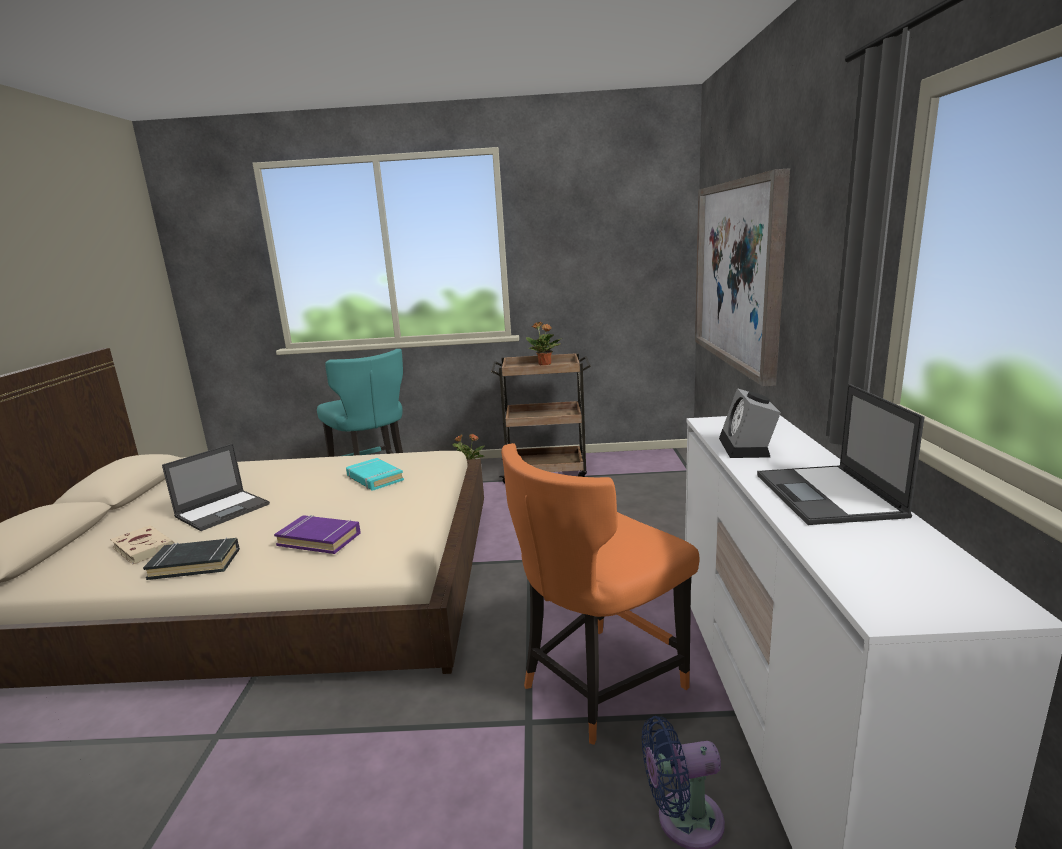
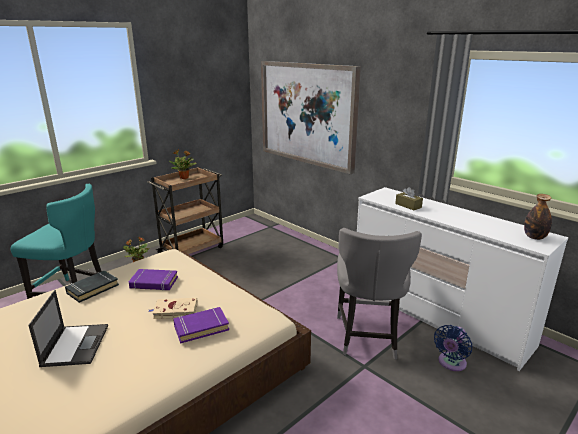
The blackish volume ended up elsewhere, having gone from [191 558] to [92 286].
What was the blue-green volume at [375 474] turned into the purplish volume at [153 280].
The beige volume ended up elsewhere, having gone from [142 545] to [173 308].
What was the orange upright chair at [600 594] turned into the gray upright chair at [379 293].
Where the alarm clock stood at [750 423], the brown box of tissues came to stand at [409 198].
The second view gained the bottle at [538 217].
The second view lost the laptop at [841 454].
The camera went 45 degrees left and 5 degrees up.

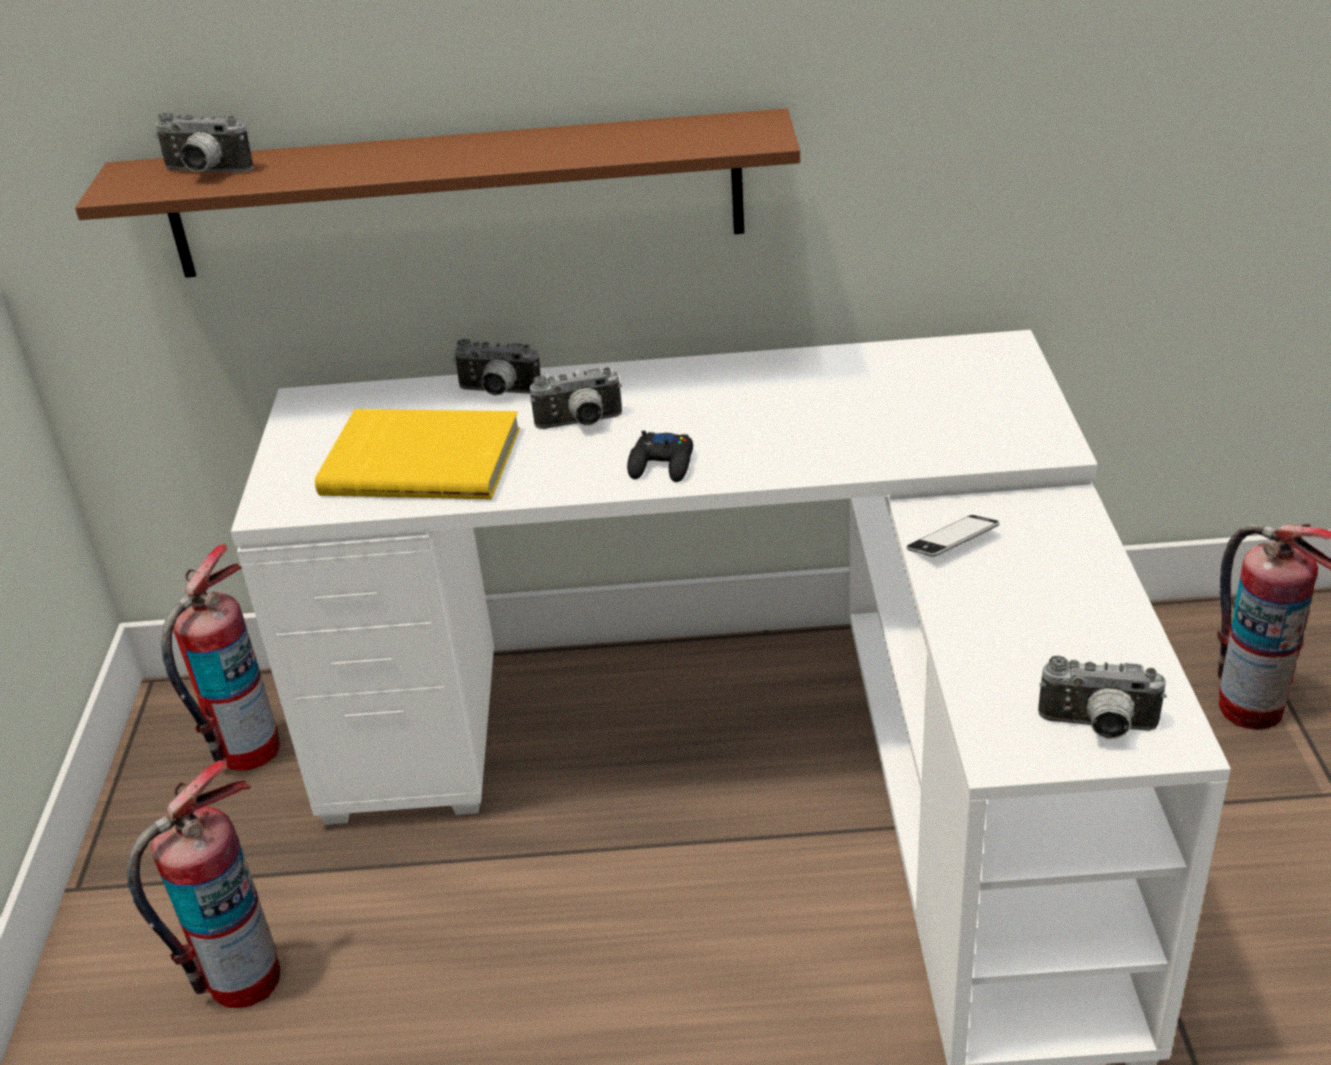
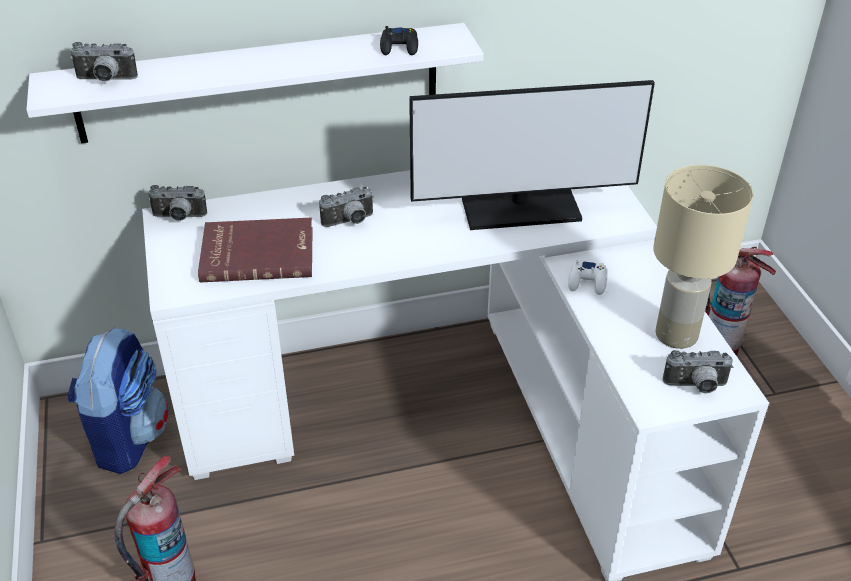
What was the brown shelf at [437 193] turned into the white shelf at [255 83].
Where the fire extinguisher stood at [220 657], the knapsack came to stand at [118 401].
The photo camera ended up elsewhere, having gone from [497 367] to [177 203].
What was the yellowish volume at [417 454] turned into the red-coloured volume at [255 250].
The blackish game controller ended up elsewhere, having gone from [660 456] to [399 40].
The second view gained the computer display at [532 155].
Where the phone stood at [953 536], the white game controller came to stand at [587 277].
The second view gained the beige tabletop lamp at [703 257].
The camera went 15 degrees left and 5 degrees up.

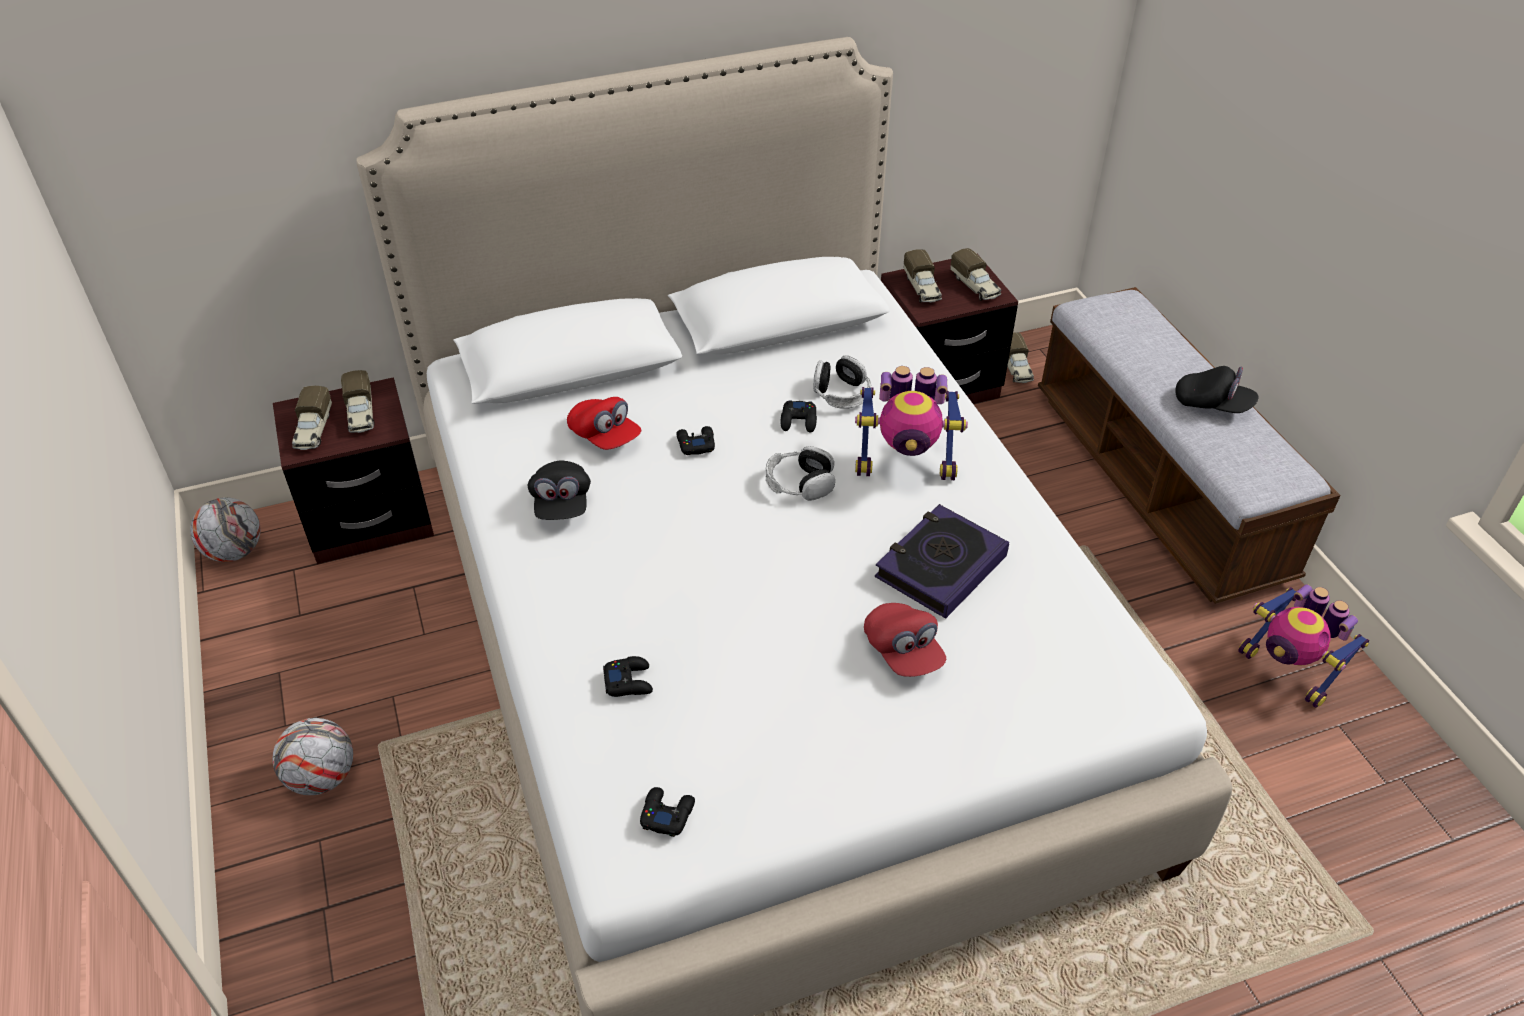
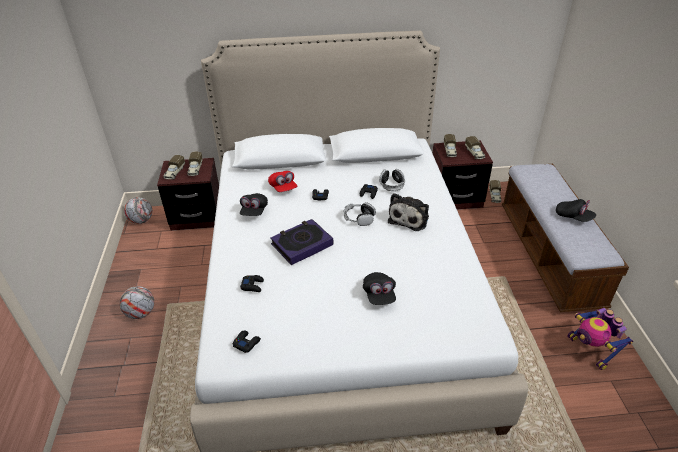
The volume ended up elsewhere, having gone from [942 561] to [302 242].
What was the red-coloured baseball cap at [905 640] turned into the blackish baseball cap at [379 288].
Where the model robot stood at [911 423], the cuddly toy came to stand at [408 212].
The camera went 15 degrees right and 5 degrees down.

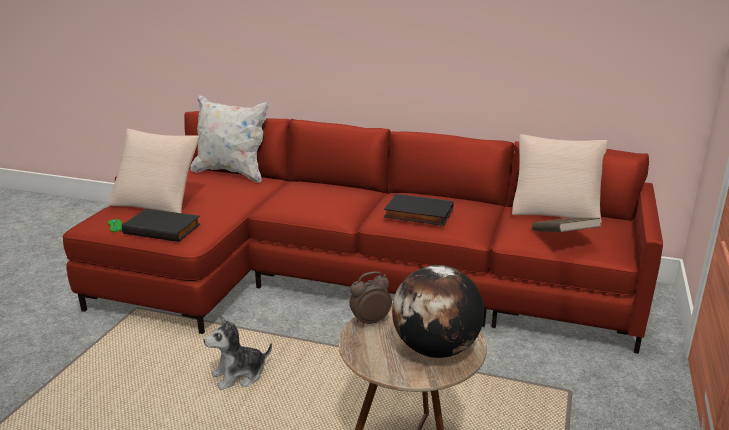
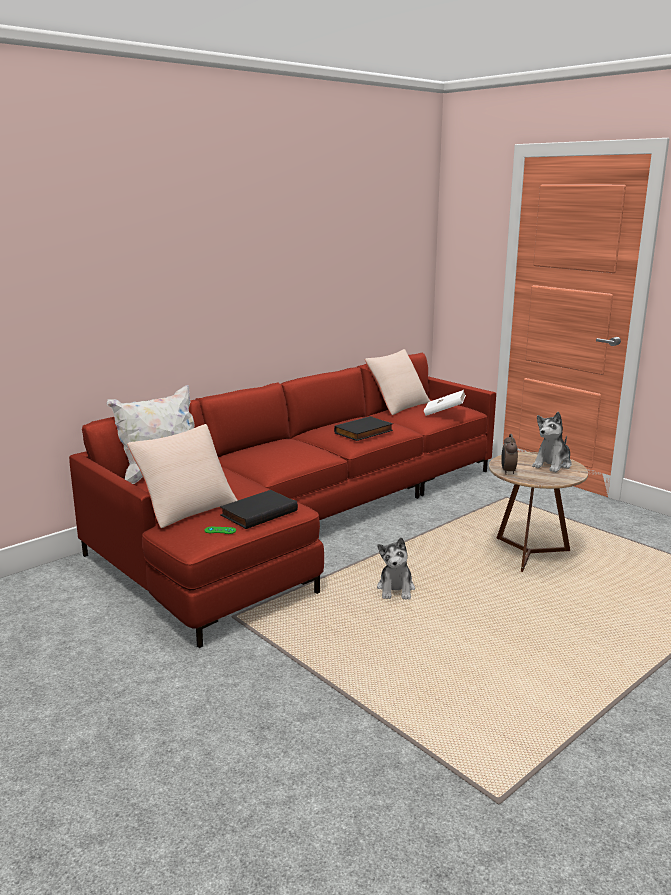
What was the brown volume at [567 225] turned into the white volume at [445 403].
Where the world globe stood at [438 311], the cuddly toy came to stand at [552 442].
The camera went 60 degrees left and 5 degrees down.

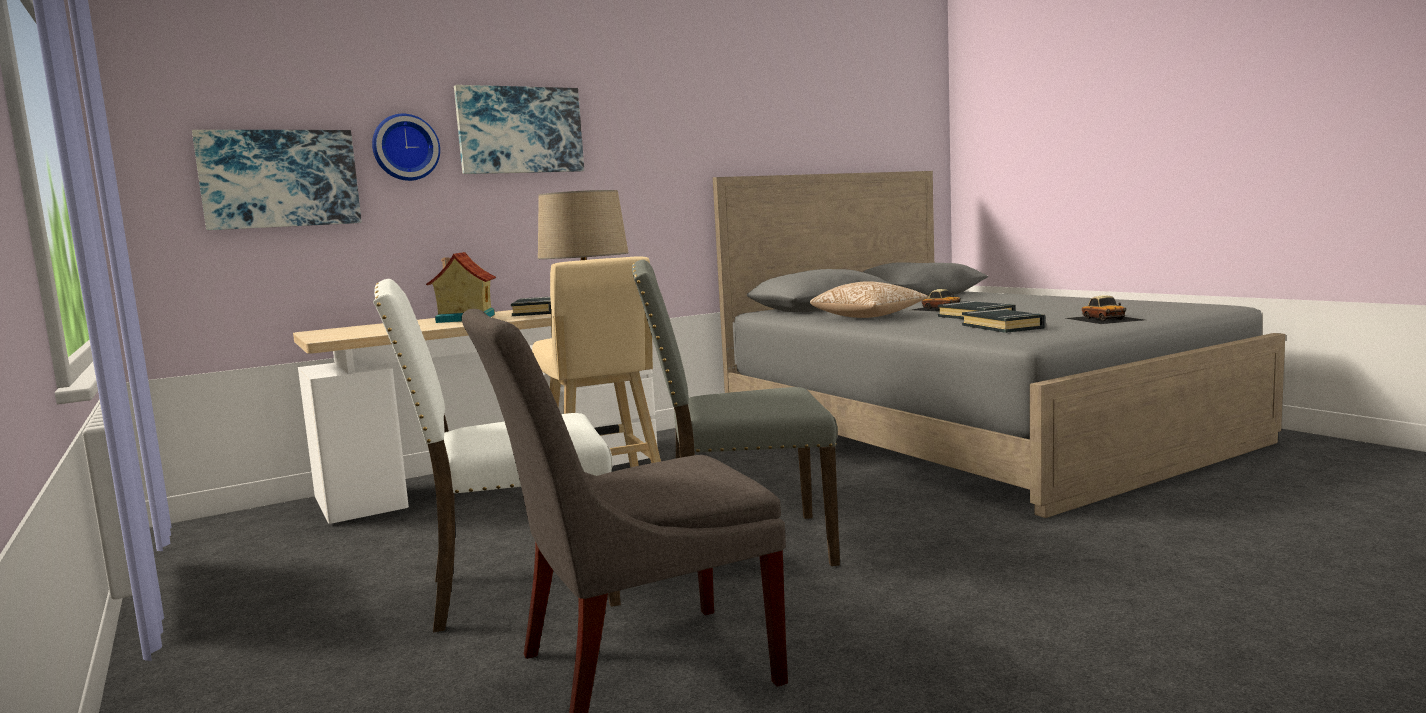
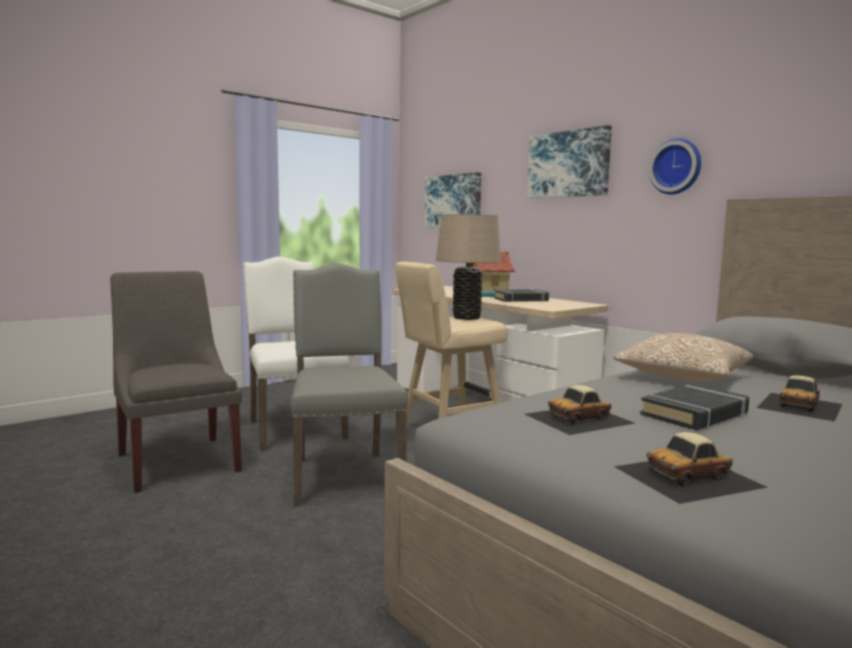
Where the blackish volume stood at [1003 321], the miniature car came to stand at [580 410].
The clock on the wall ended up elsewhere, having gone from [406 147] to [675 166].
The camera went 80 degrees right and 0 degrees up.

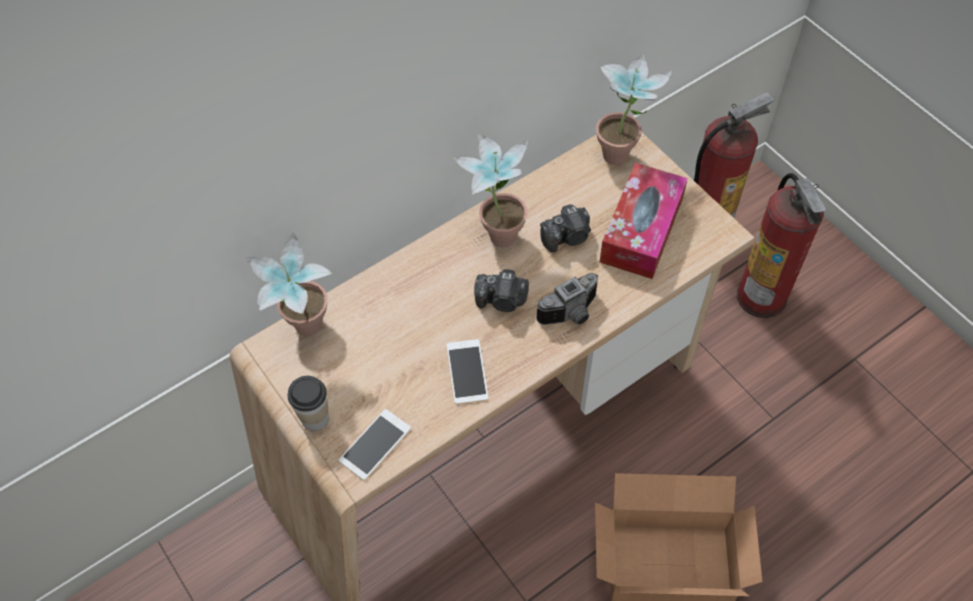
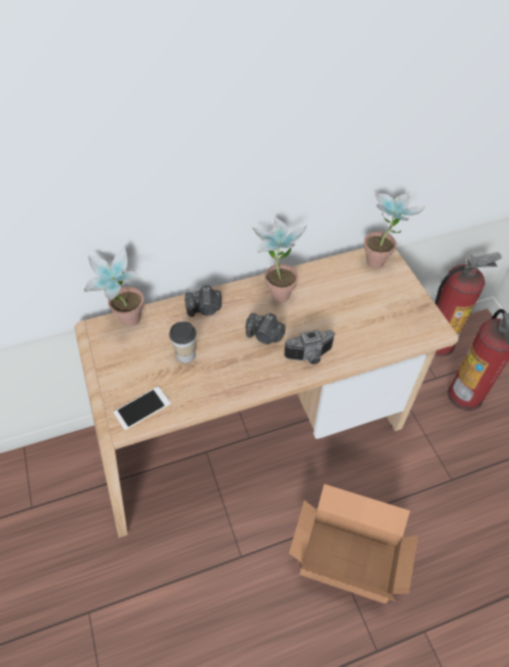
The small cup ended up elsewhere, having gone from [308 403] to [182 342].
The photo camera ended up elsewhere, having gone from [565 228] to [203 301].
The second view lost the phone at [467 371].
The second view lost the box of tissues at [643 221].
The camera went 15 degrees right and 5 degrees down.

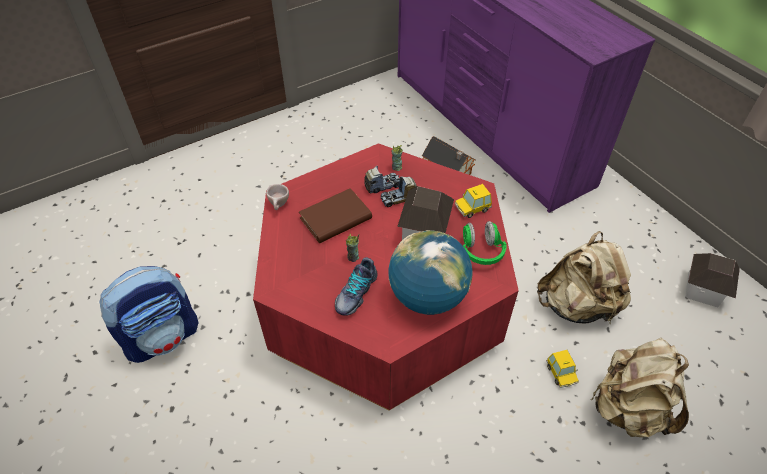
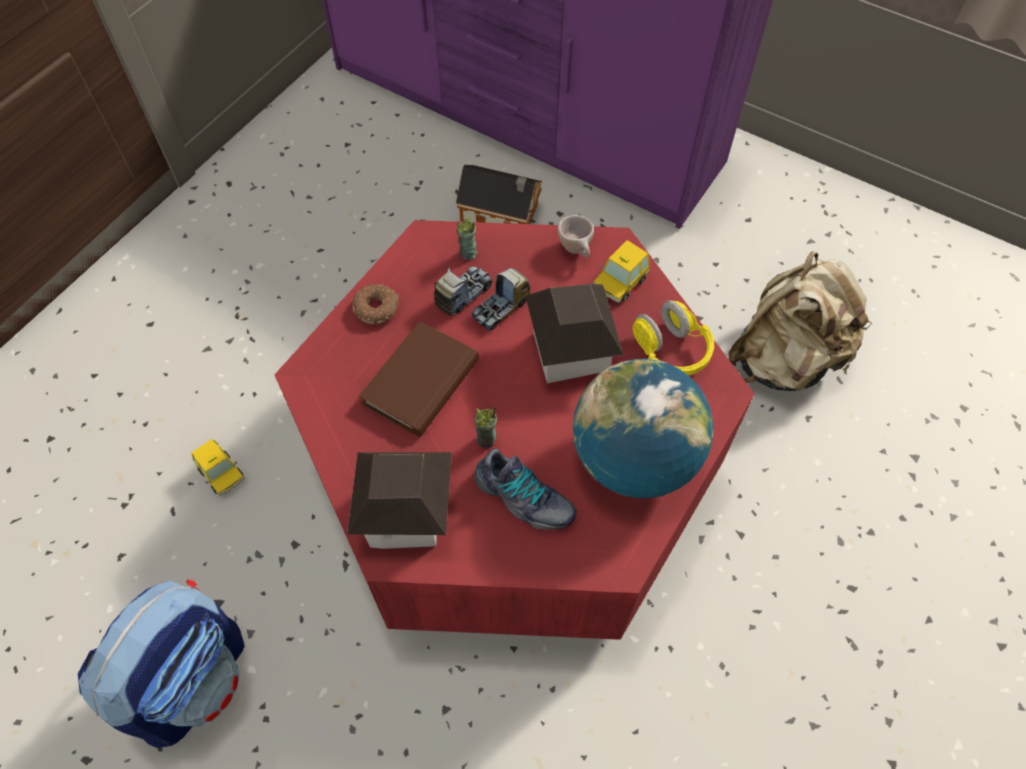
The miniature car ended up elsewhere, having gone from [562 369] to [218 468].
The miniature house ended up elsewhere, having gone from [712 280] to [399 500].
The second view gained the donut at [375 304].
The low shoe at [356 287] ended up facing another way, 60 degrees counterclockwise from before.
The beige small cup ended up elsewhere, having gone from [277 197] to [575 236].
What was the green-coloured pair of headphones at [484 243] turned into the yellowish pair of headphones at [673 337].
The second view lost the beige knapsack at [639 387].
The camera went 25 degrees left and 10 degrees up.

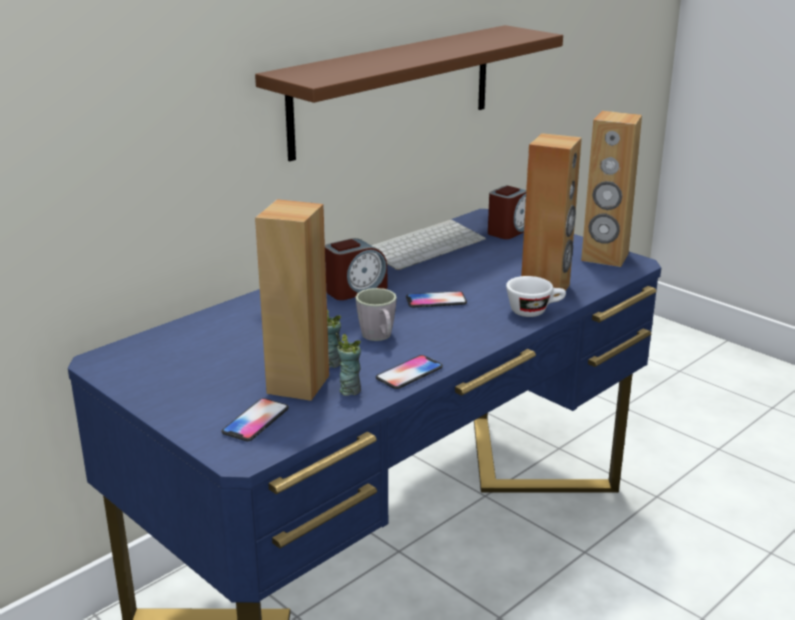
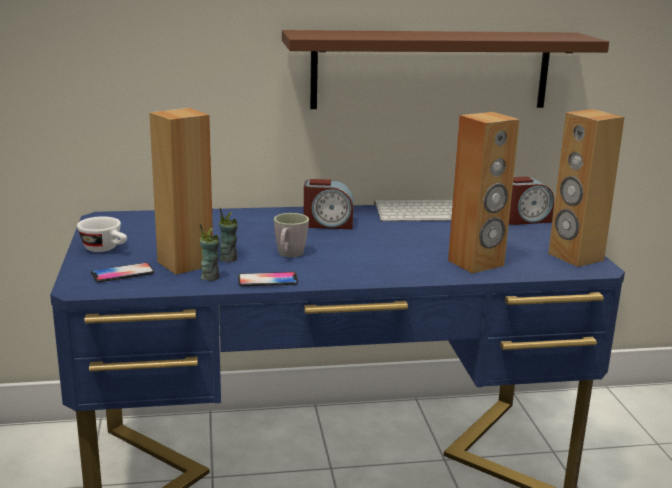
The white small cup ended up elsewhere, having gone from [536 296] to [102 234].
The second view lost the phone at [436 299].
The camera went 35 degrees right and 5 degrees down.

